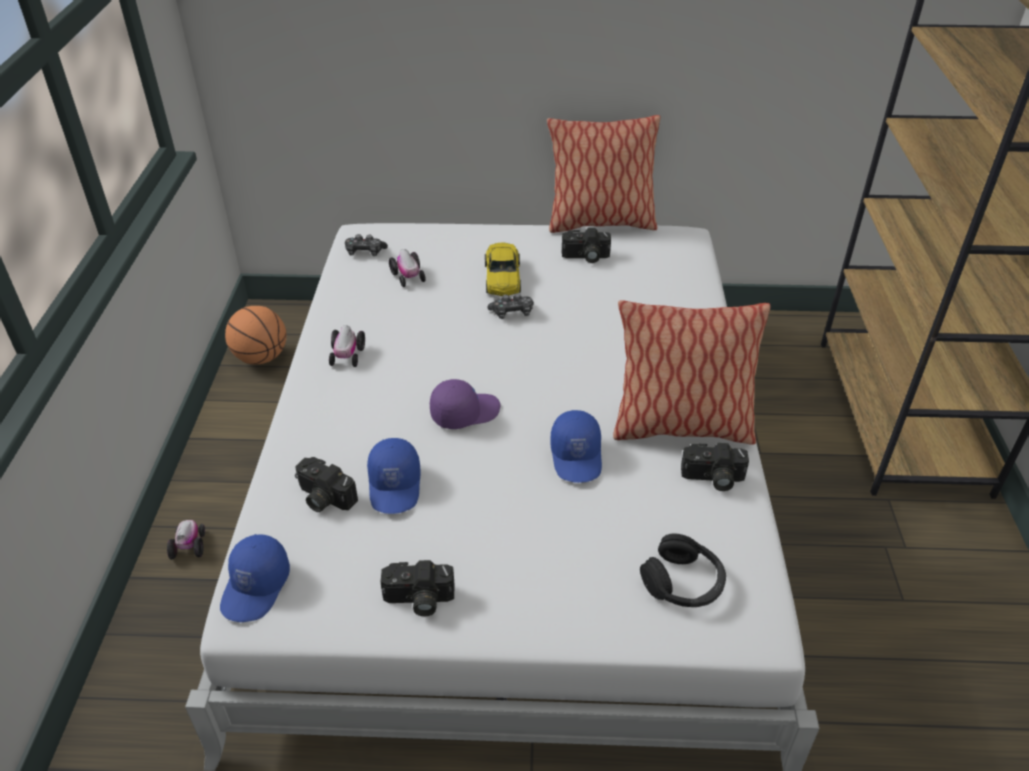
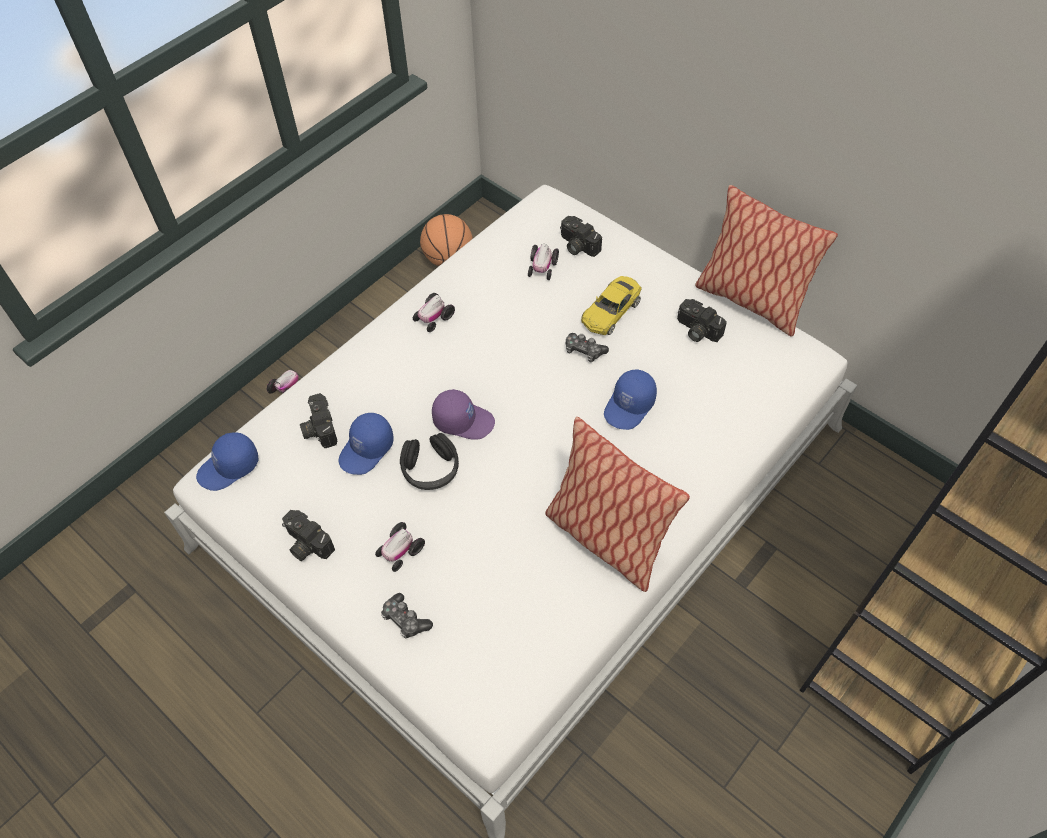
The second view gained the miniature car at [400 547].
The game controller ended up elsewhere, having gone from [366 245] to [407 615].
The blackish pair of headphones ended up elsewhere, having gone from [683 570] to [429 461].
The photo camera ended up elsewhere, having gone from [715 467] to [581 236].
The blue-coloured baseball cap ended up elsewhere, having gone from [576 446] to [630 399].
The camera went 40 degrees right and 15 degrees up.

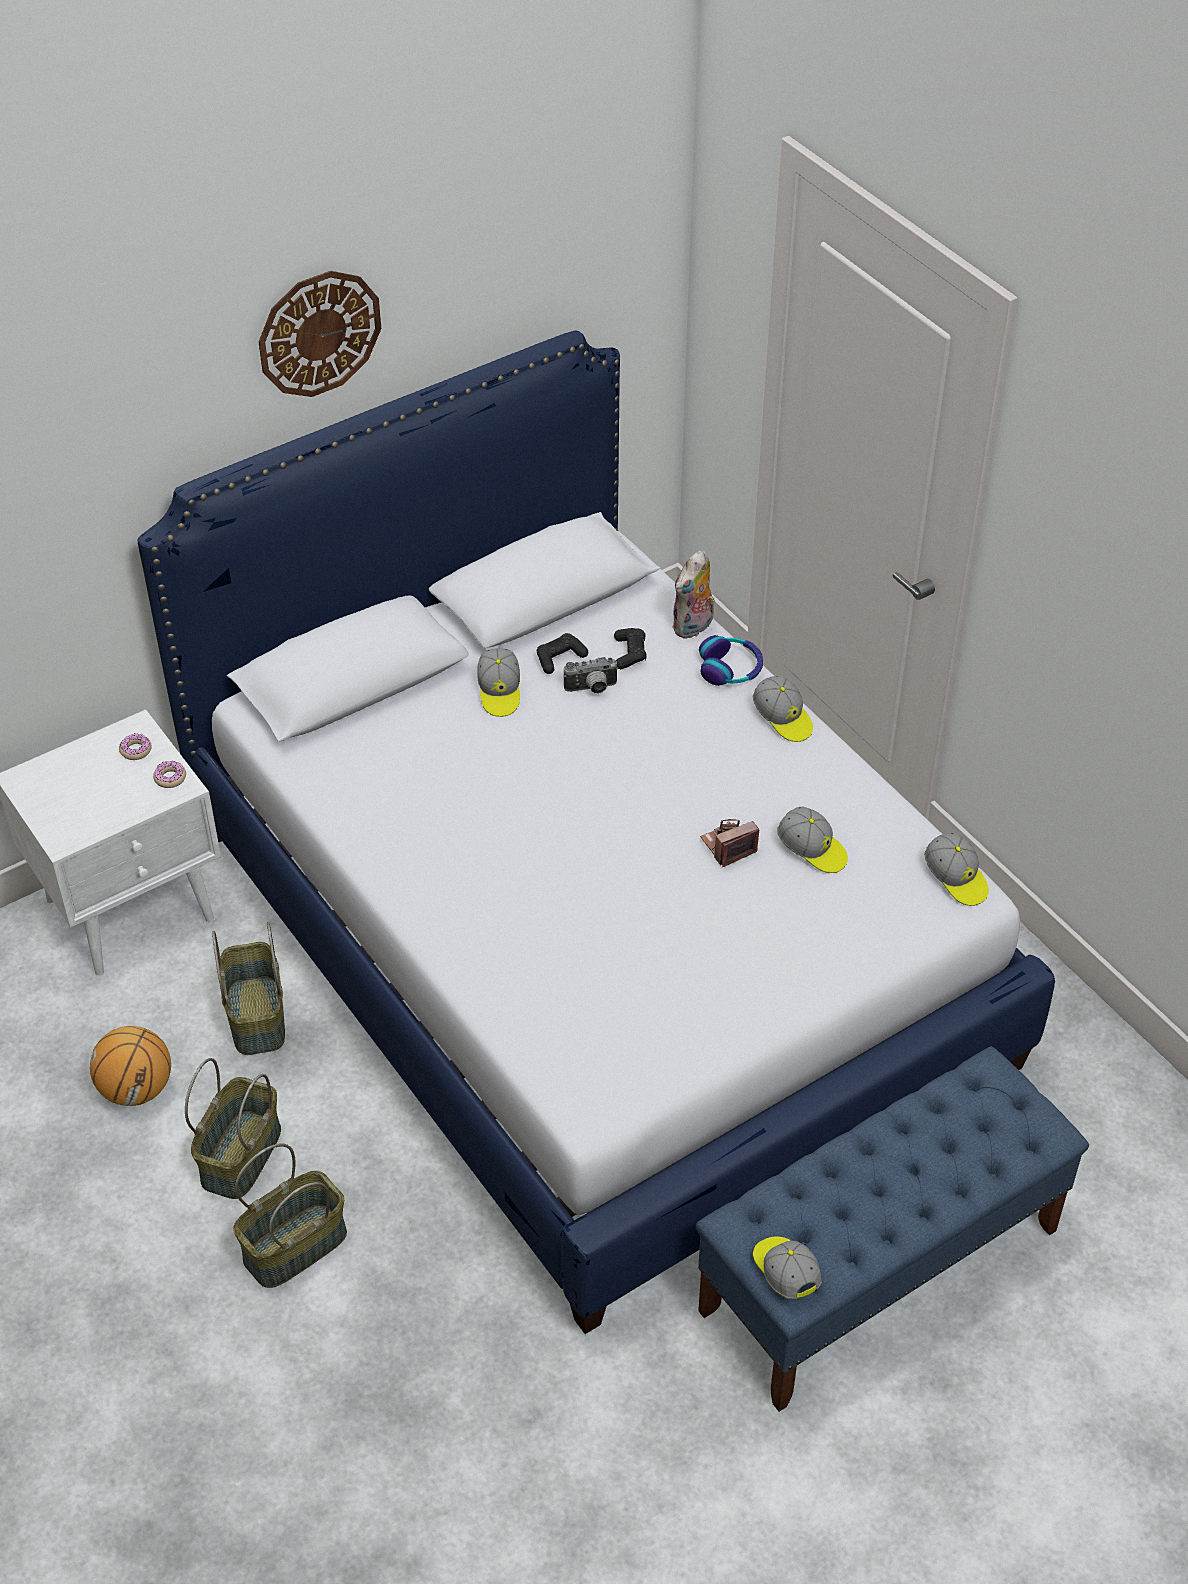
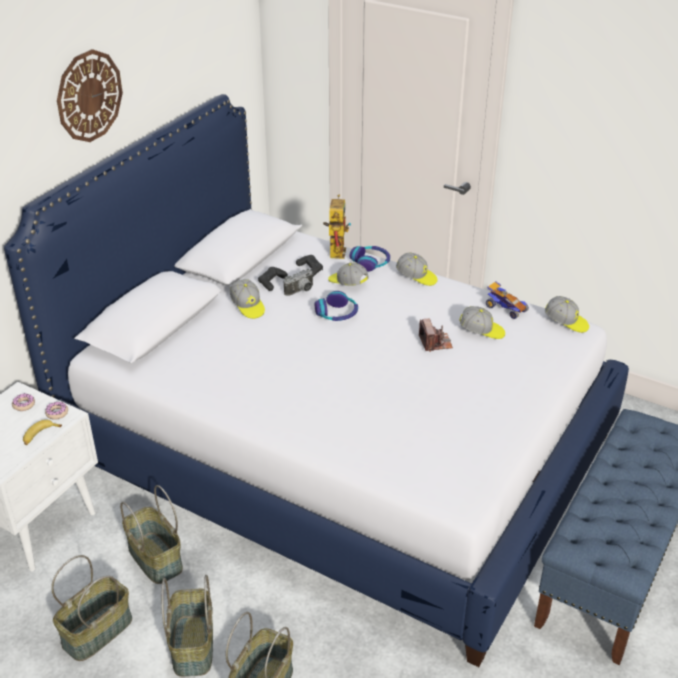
The second view gained the banana fruit at [42 432].
Where the basketball ball stood at [130 1066], the storage basket came to stand at [91 608].
The second view gained the pair of headphones at [336 306].
Where the cuddly toy stood at [693 594], the model robot came to stand at [337 227].
The baseball cap ended up elsewhere, having gone from [787 1267] to [348 274].
The photo camera at [729 843] ended up facing another way, 135 degrees clockwise from before.
The second view gained the miniature car at [507 300].
The camera went 25 degrees left and 10 degrees down.

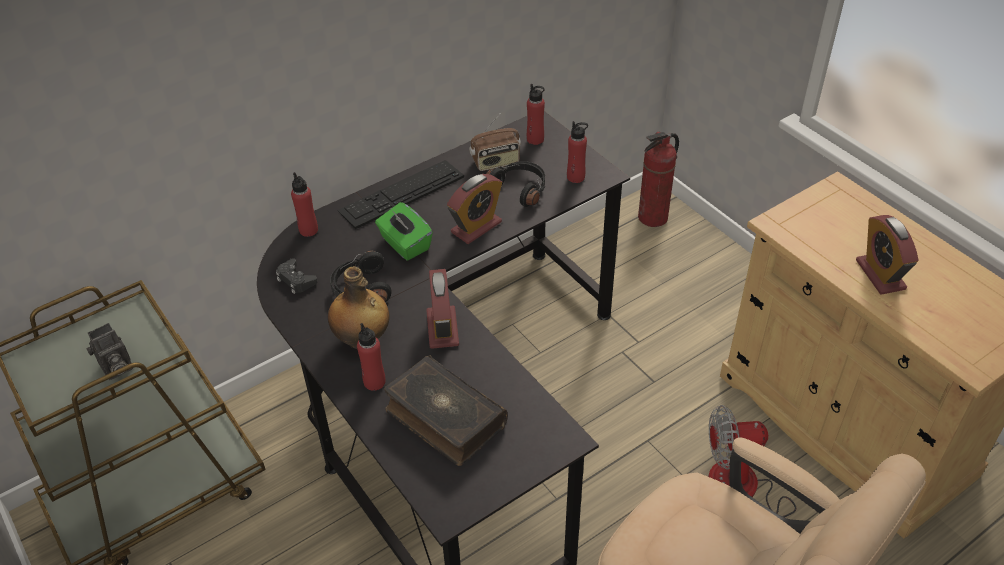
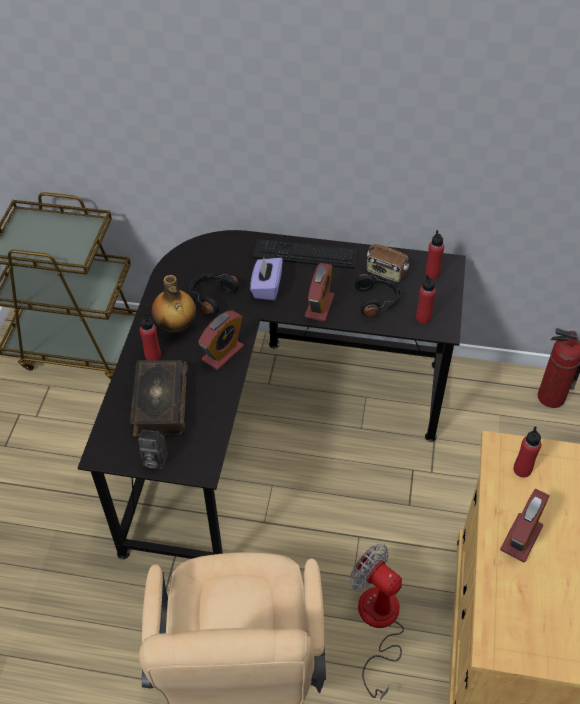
The photo camera ended up elsewhere, having gone from [109 351] to [153 449].
What was the green-coloured box of tissues at [404 231] turned into the purplish box of tissues at [266 278].
The alarm clock at [474 209] ended up facing another way, 75 degrees counterclockwise from before.
The red-coloured bottle ended up elsewhere, having gone from [304 204] to [527 452].
The second view lost the blackish game controller at [296 276].
The camera went 45 degrees right and 5 degrees up.

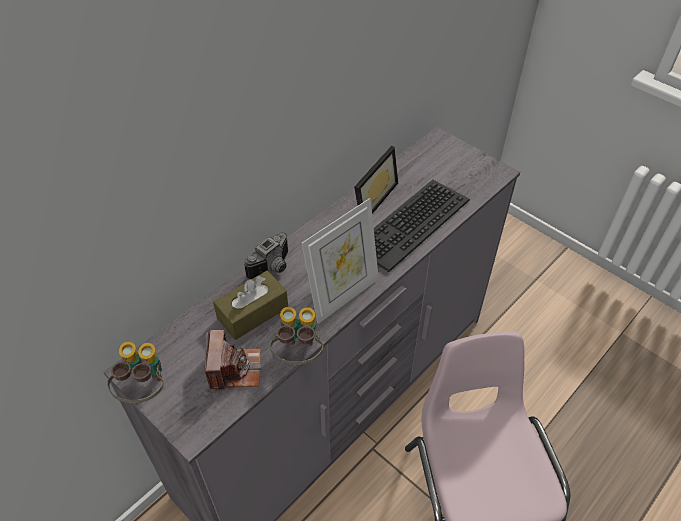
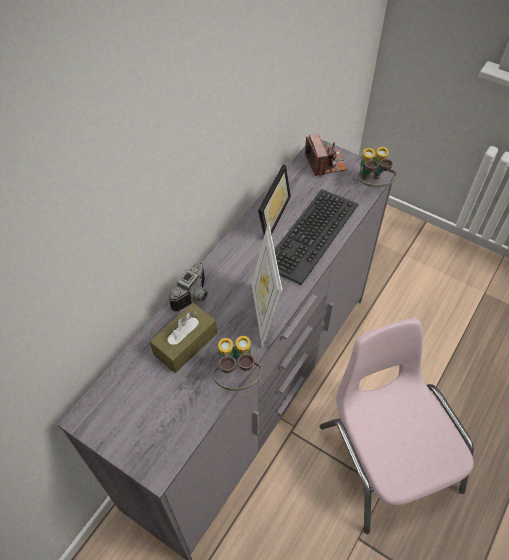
The photo frame at [340 261] ended up facing another way, 135 degrees clockwise from before.
The photo camera ended up elsewhere, having gone from [233 361] to [326 155].
The field glasses ended up elsewhere, having gone from [135 372] to [377 167].
The camera went 10 degrees left and 5 degrees up.

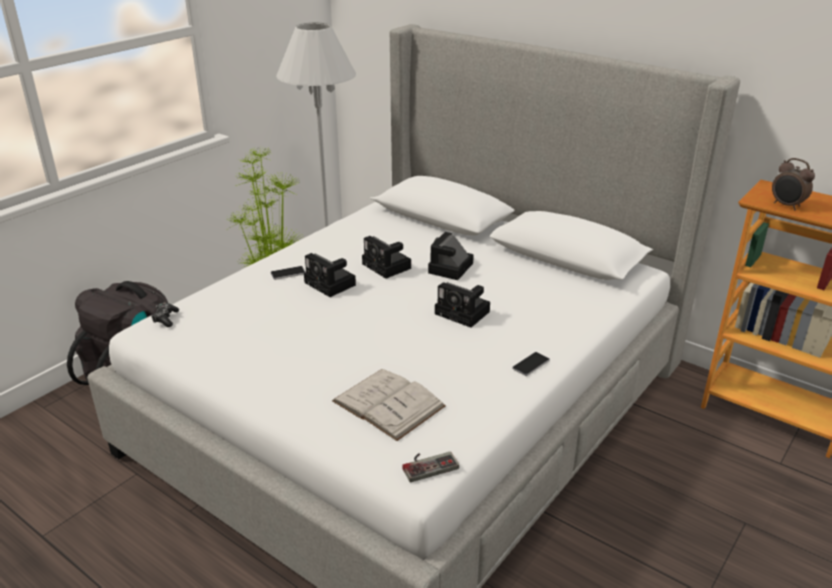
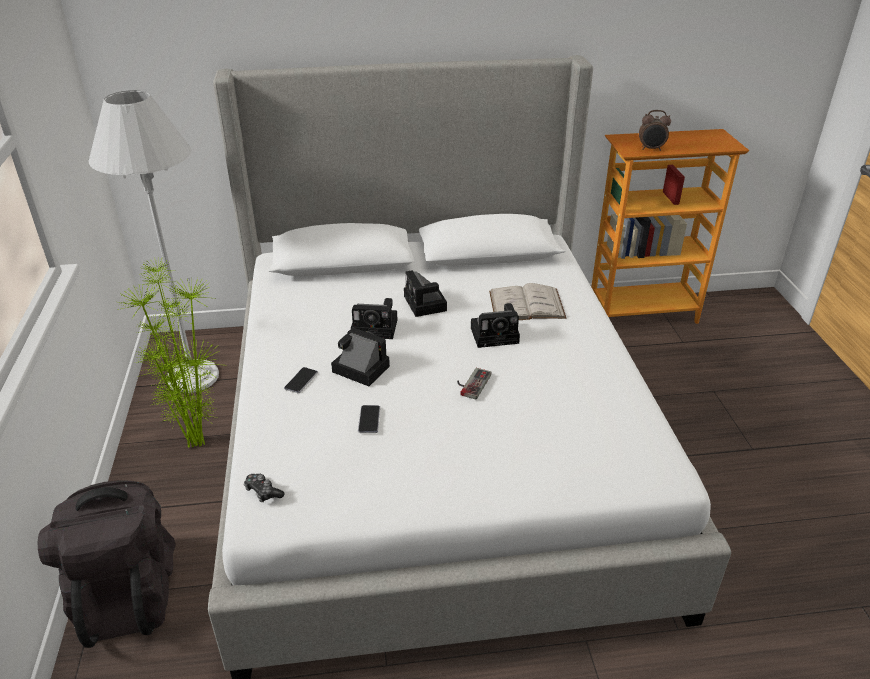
The photo camera at [330 275] ended up facing another way, 150 degrees counterclockwise from before.
The phone ended up elsewhere, having gone from [531 364] to [369 419].
The game controller ended up elsewhere, having gone from [430 466] to [474 384].
The white volume ended up elsewhere, having gone from [389 405] to [528 301].
The camera went 45 degrees left and 5 degrees up.

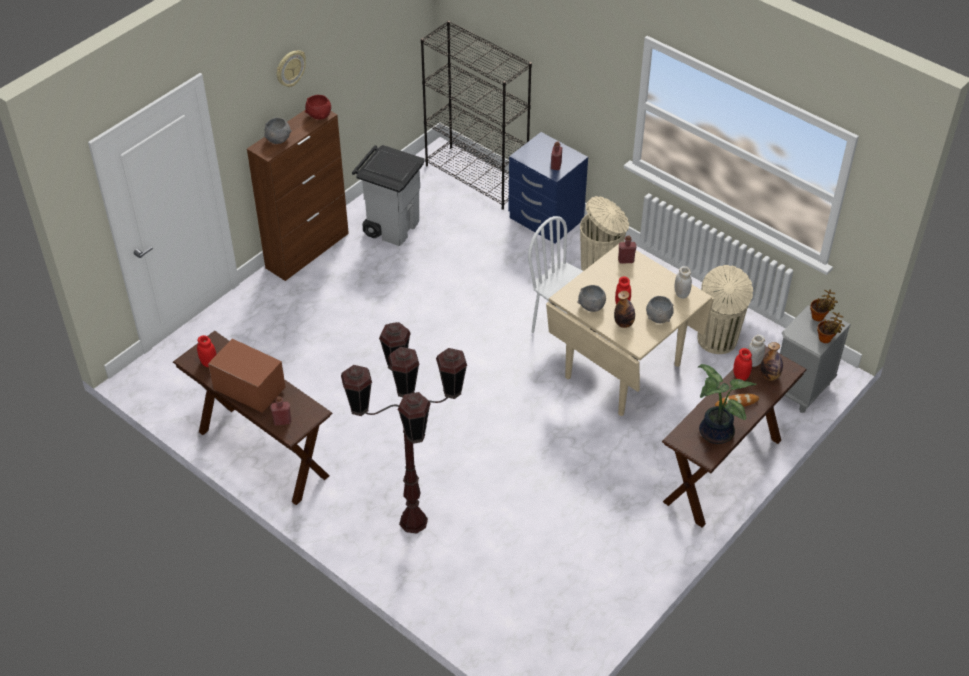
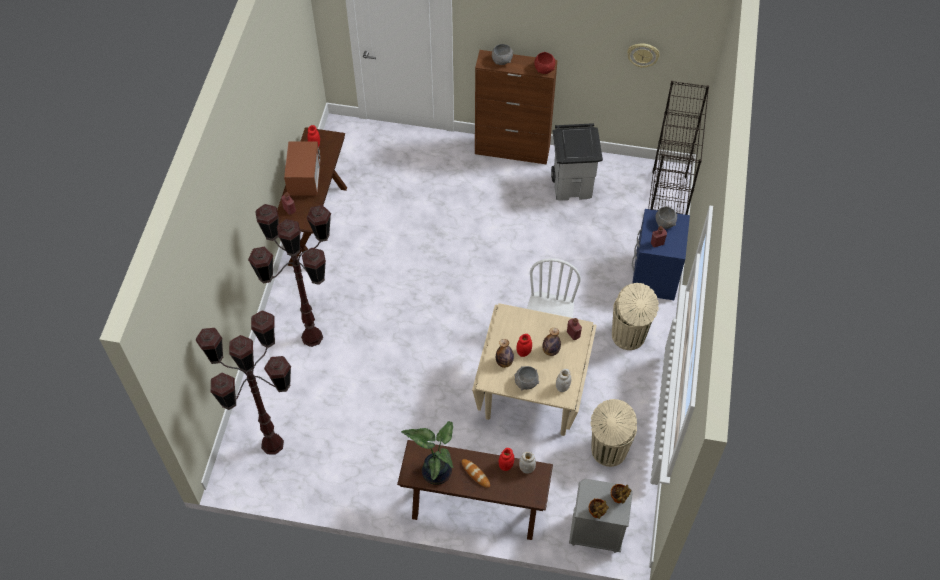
The second view gained the brown standing lamp at [243 382].
The bottle ended up elsewhere, having gone from [771 361] to [551 342].
The clock on the wall ended up elsewhere, having gone from [291 68] to [643 55].
The gray bowl ended up elsewhere, having gone from [591 298] to [666 217].
The camera went 60 degrees right and 10 degrees up.

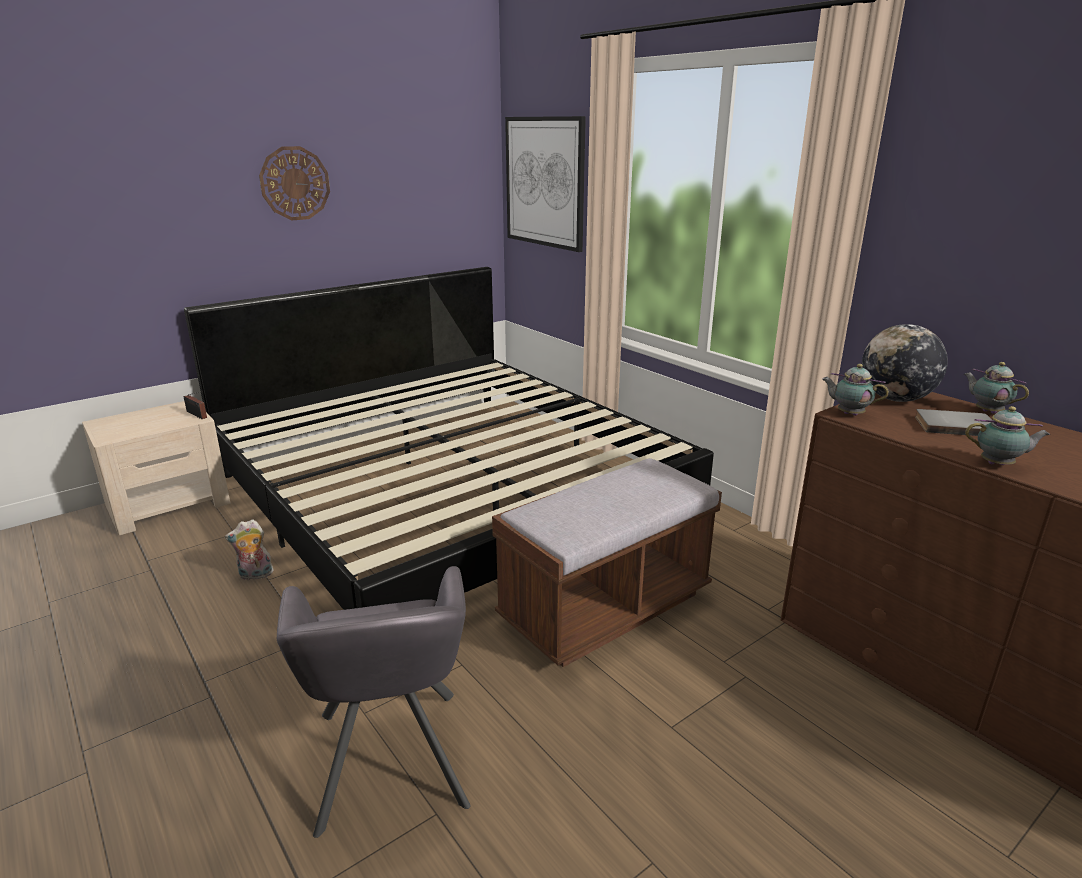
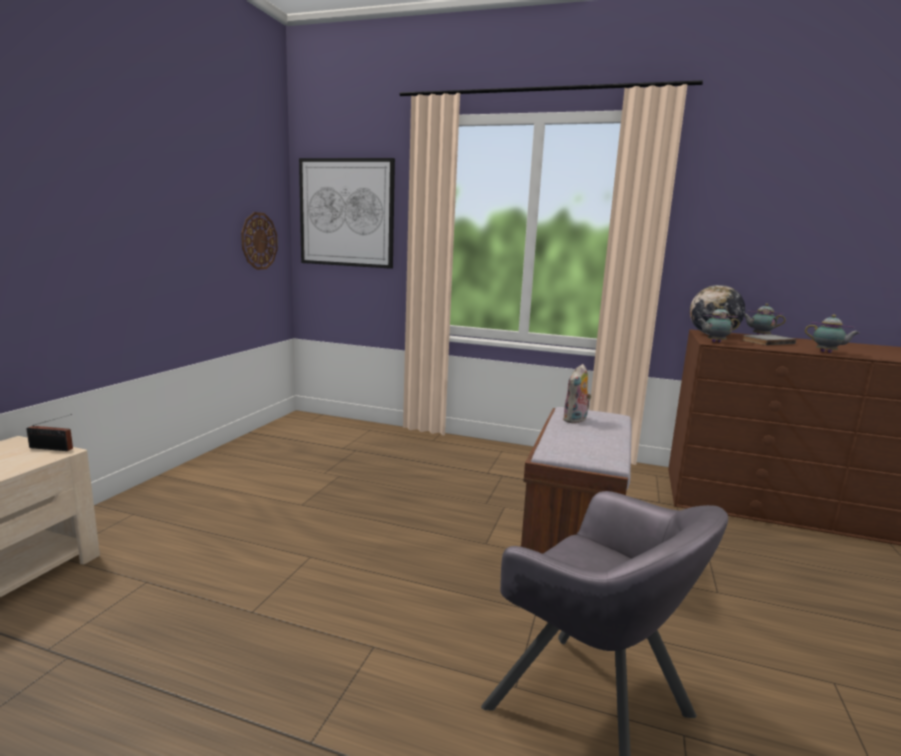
The clock on the wall ended up elsewhere, having gone from [294 183] to [259 241].
The cuddly toy ended up elsewhere, having gone from [249 549] to [577 393].
The teapot at [1007 435] ended up facing another way, 60 degrees clockwise from before.
The second view lost the bed at [449 438].
The camera went 35 degrees left and 10 degrees down.

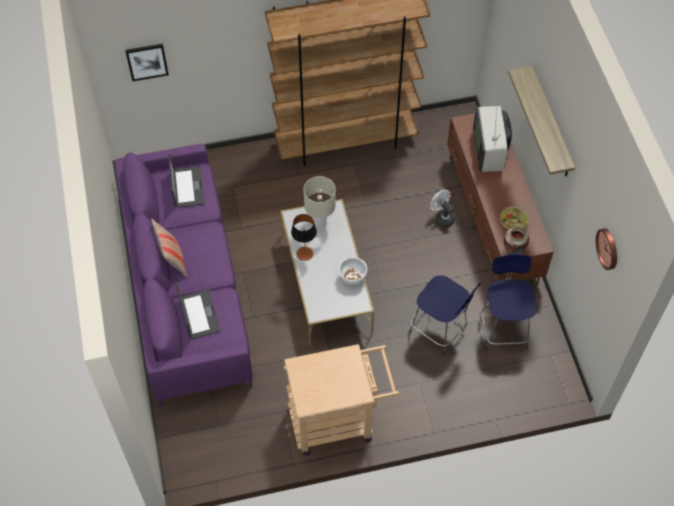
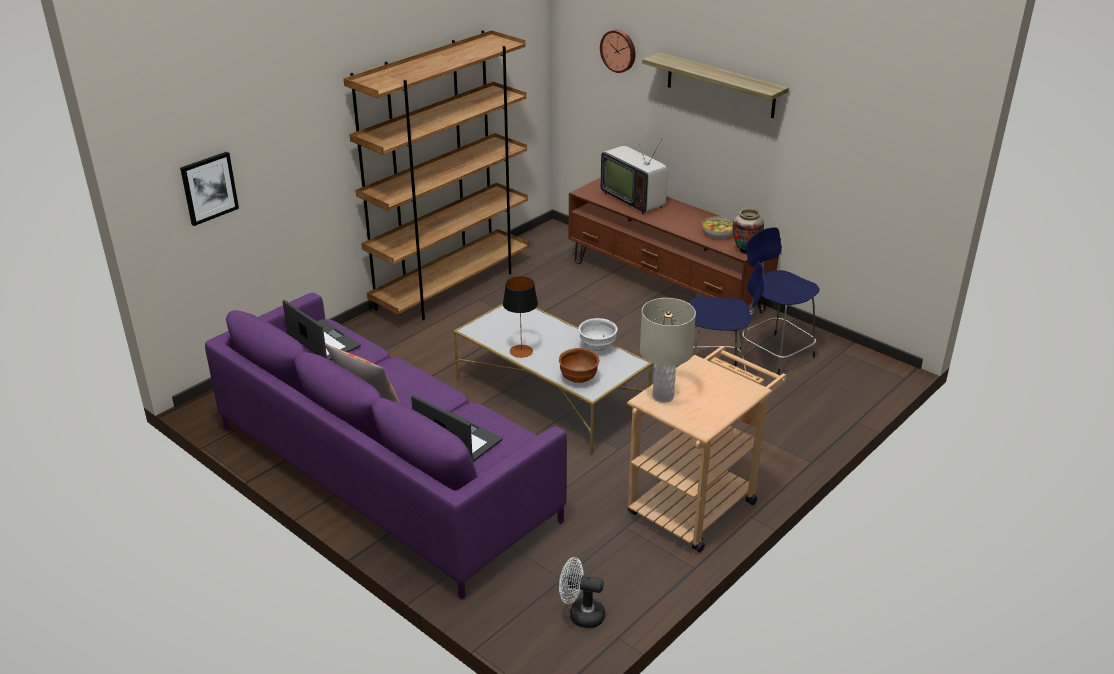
The second view gained the brown bowl at [579 365].
The white cooling fan ended up elsewhere, having gone from [442 208] to [582 592].
The clock on the wall ended up elsewhere, having gone from [606 249] to [618 51].
The beige tabletop lamp ended up elsewhere, having gone from [320 202] to [668 350].
The camera went 35 degrees left and 25 degrees down.

